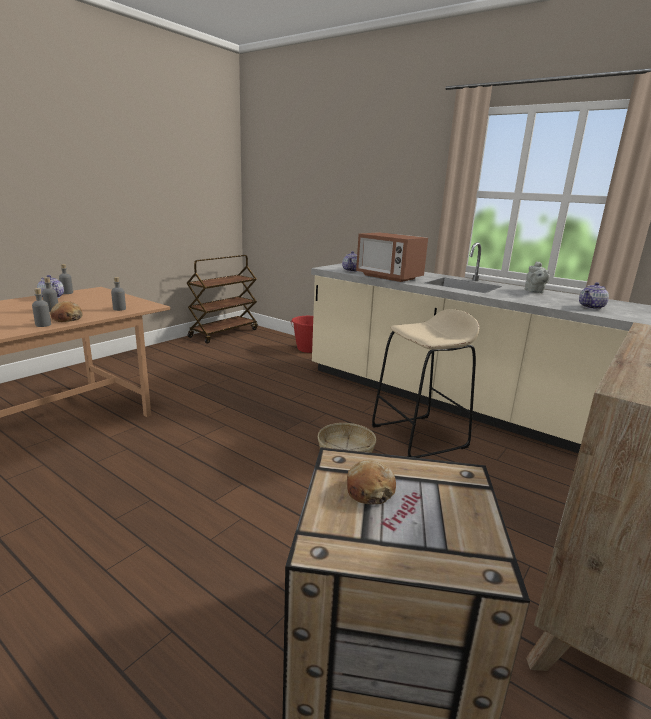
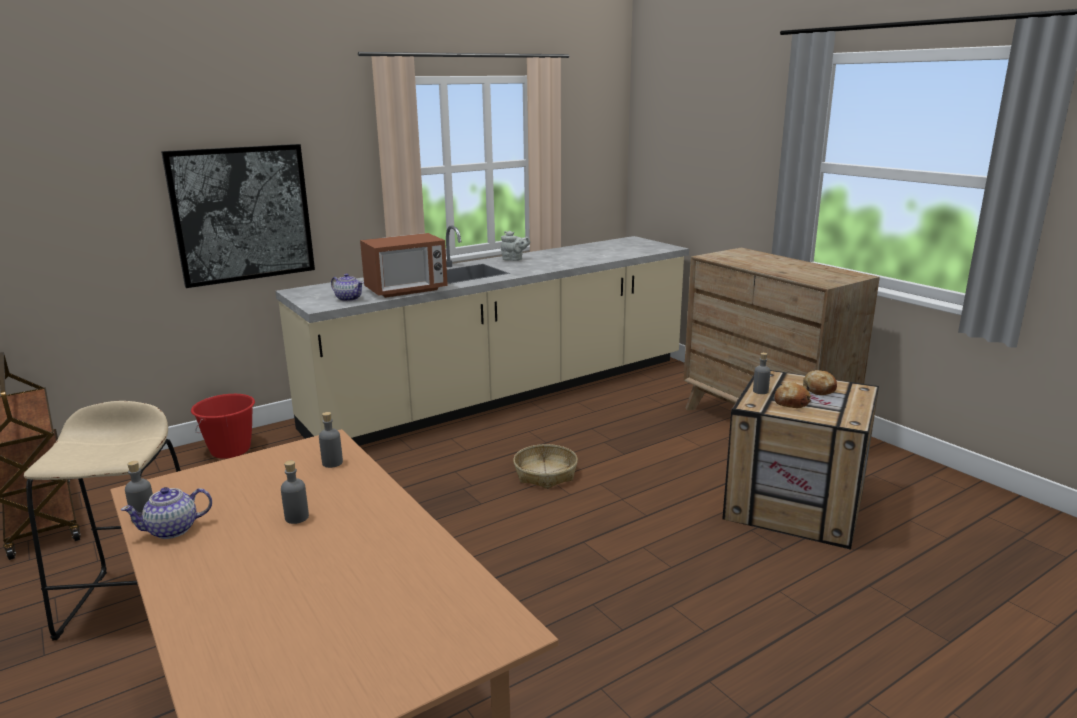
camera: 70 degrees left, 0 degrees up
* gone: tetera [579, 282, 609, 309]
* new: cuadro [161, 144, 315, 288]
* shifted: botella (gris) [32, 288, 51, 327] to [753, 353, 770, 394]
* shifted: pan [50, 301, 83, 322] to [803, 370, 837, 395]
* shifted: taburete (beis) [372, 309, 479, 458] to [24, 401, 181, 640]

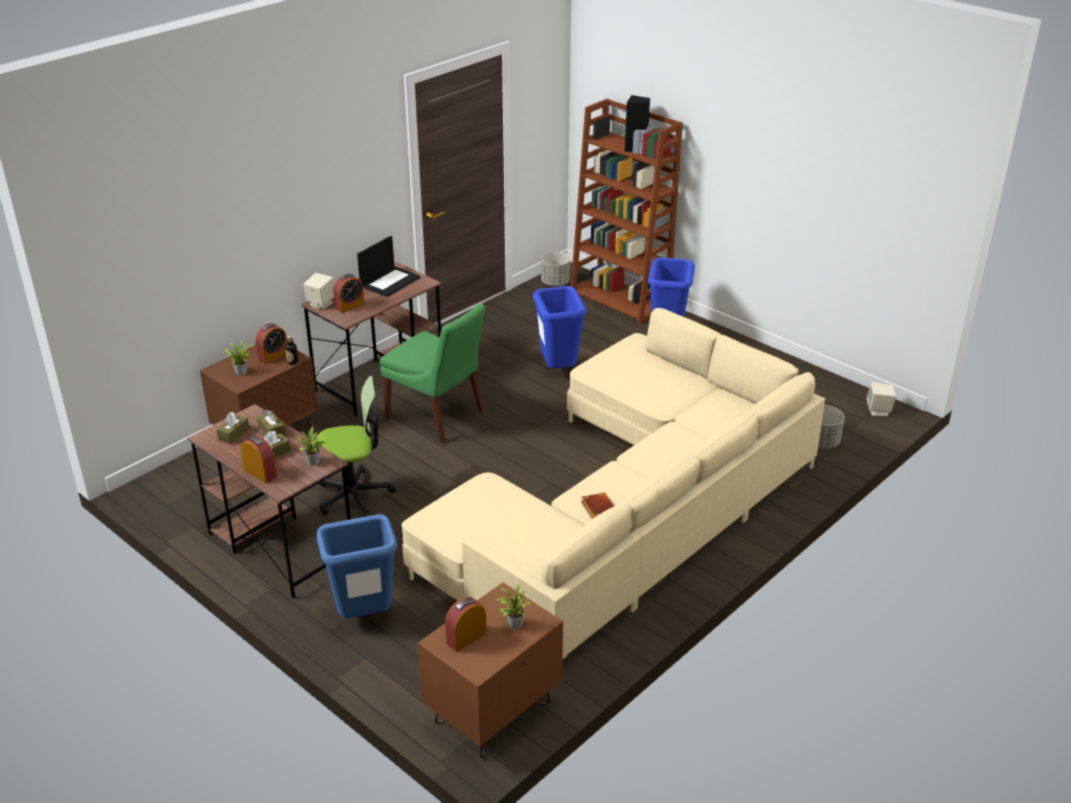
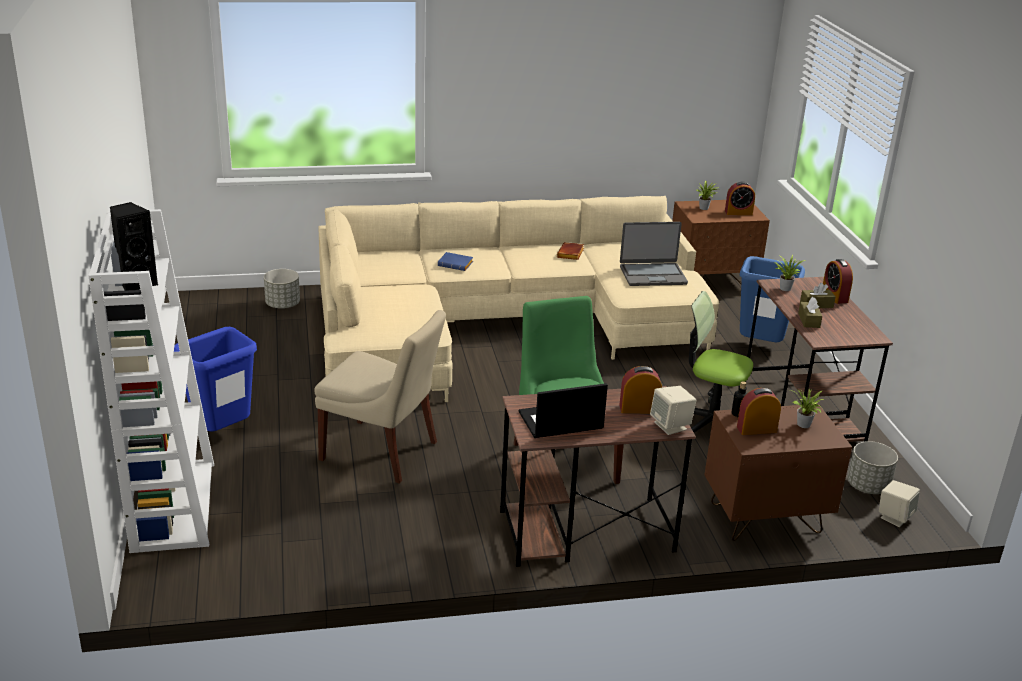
camera: 145 degrees left, 5 degrees down
* gone: caja de pañuelos (marrón) [216, 412, 250, 444]
* new: libro (azul) [438, 252, 473, 271]
* new: portátil [620, 222, 688, 286]
* shifted: maceta (gris) [541, 252, 571, 286] to [847, 441, 898, 494]
* shifted: altavoz (beis) [866, 382, 896, 416] to [879, 480, 920, 527]
* swapped: papelera (azul) [533, 286, 587, 369] to silla (beis) [314, 310, 446, 484]
* repainted: estantería (marrón) [571, 99, 683, 323] to estantería (blanco) [88, 209, 214, 553]

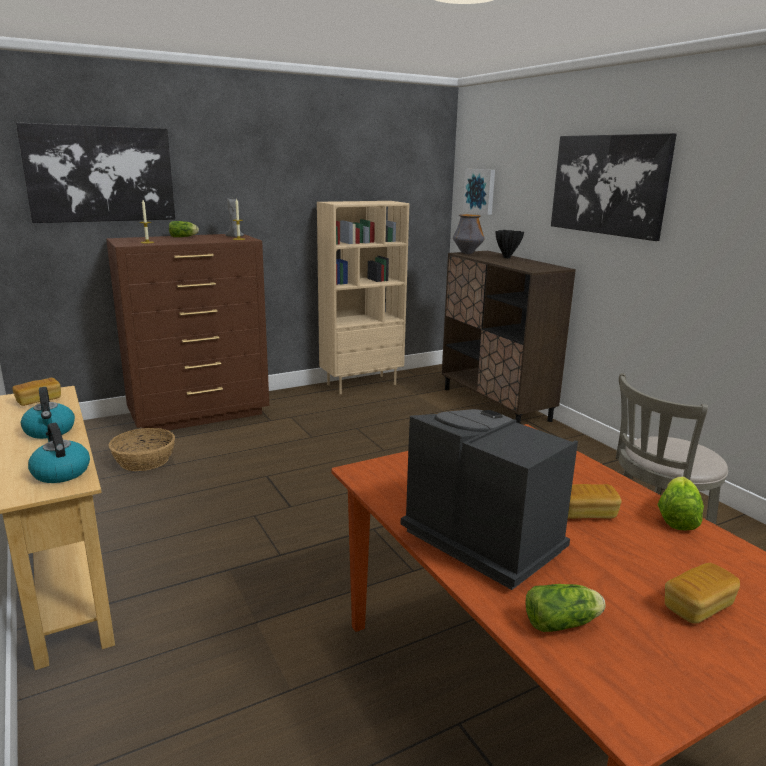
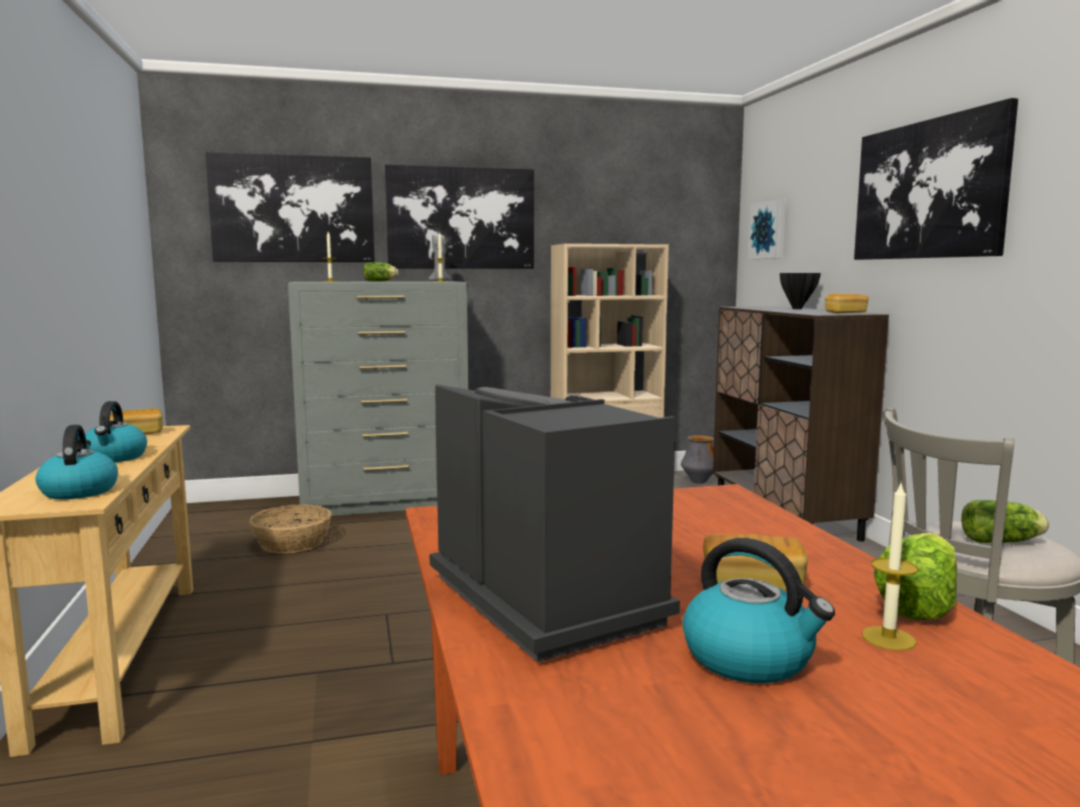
camera: 15 degrees right, 10 degrees down
* new: cuadro [385, 164, 534, 269]
* new: hervidor [683, 538, 835, 683]
* new: vela [862, 482, 919, 651]
* shifted: florero [453, 214, 484, 254] to [681, 435, 714, 484]
* shifted: lechuga [526, 584, 605, 632] to [961, 500, 1049, 543]
* shifted: pan [665, 563, 740, 624] to [825, 293, 868, 313]
* repainted: cómoda (marrón) [106, 234, 269, 433] to cómoda (gris) [288, 281, 469, 516]

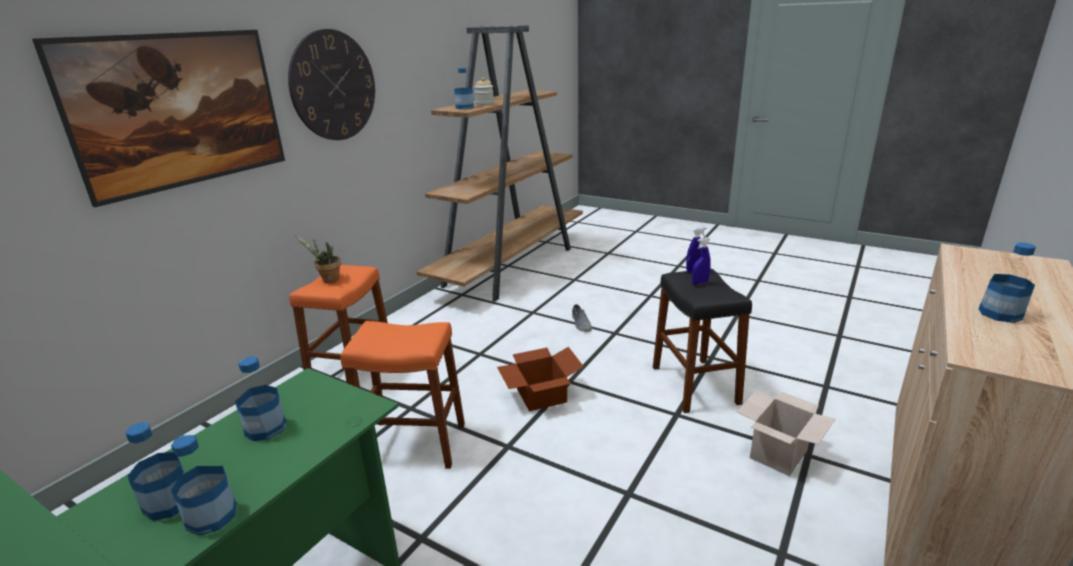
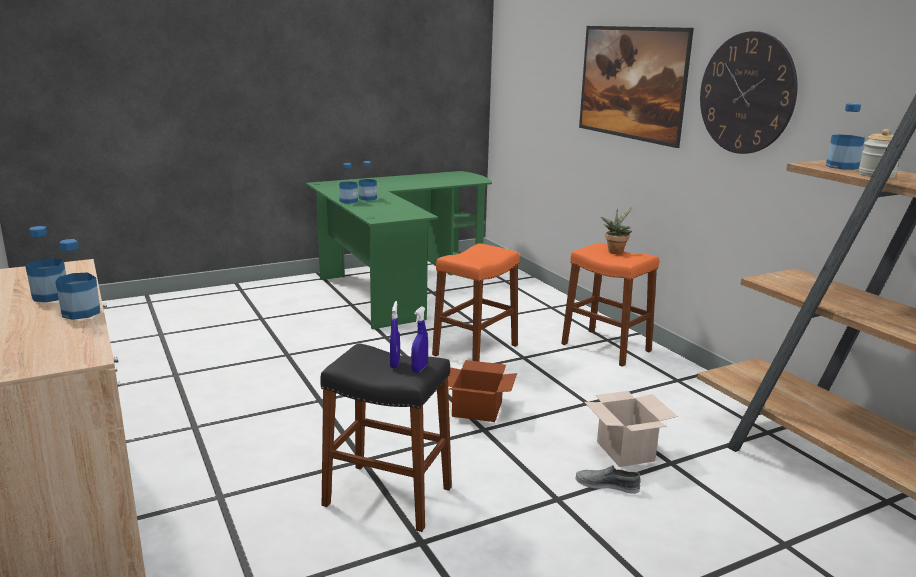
camera: 120 degrees right, 5 degrees down
* shifted: botella [235, 356, 286, 441] to [55, 239, 100, 320]
* shifted: caja de cartón [737, 390, 836, 476] to [584, 391, 678, 467]

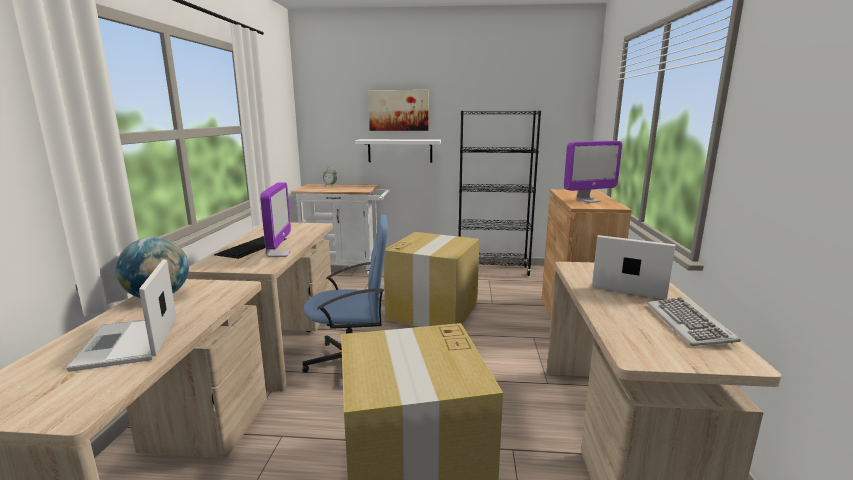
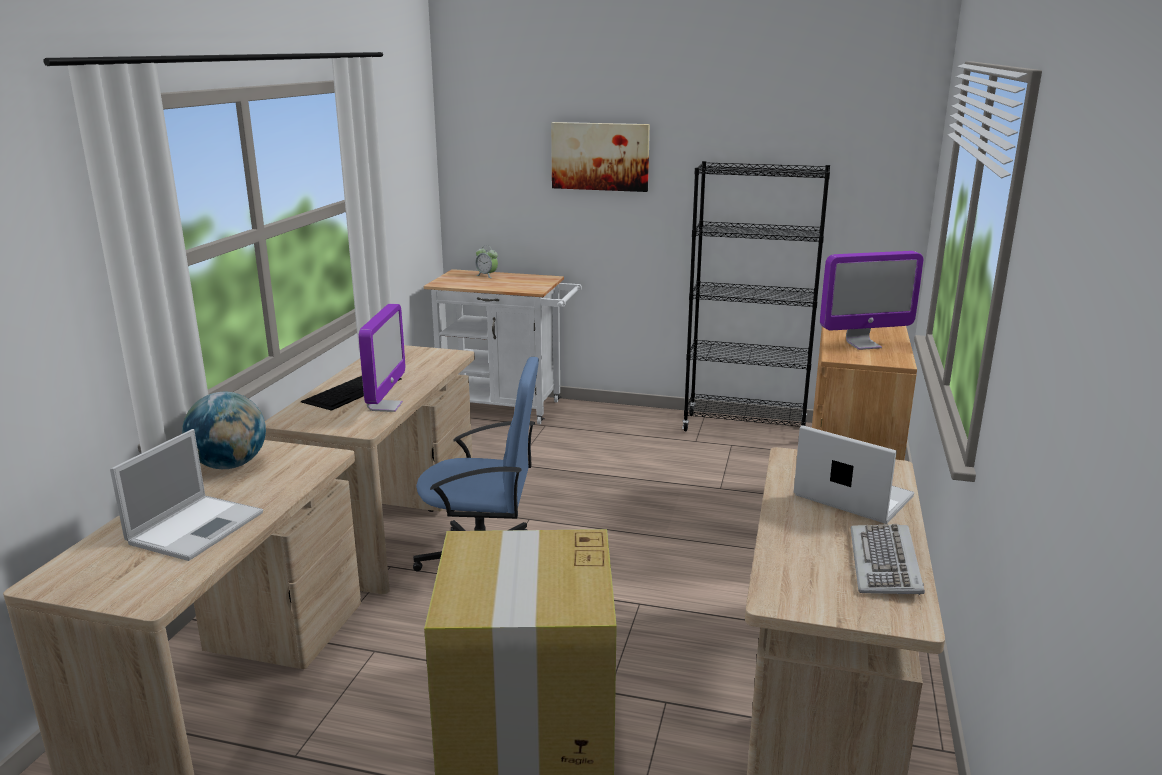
camera: 10 degrees right, 5 degrees up
* gone: estante (blanco) [355, 139, 441, 163]
* gone: caja de cartón [384, 232, 479, 327]
* rotated: portátil [66, 259, 176, 372] = [110, 429, 263, 561] 150 degrees counterclockwise

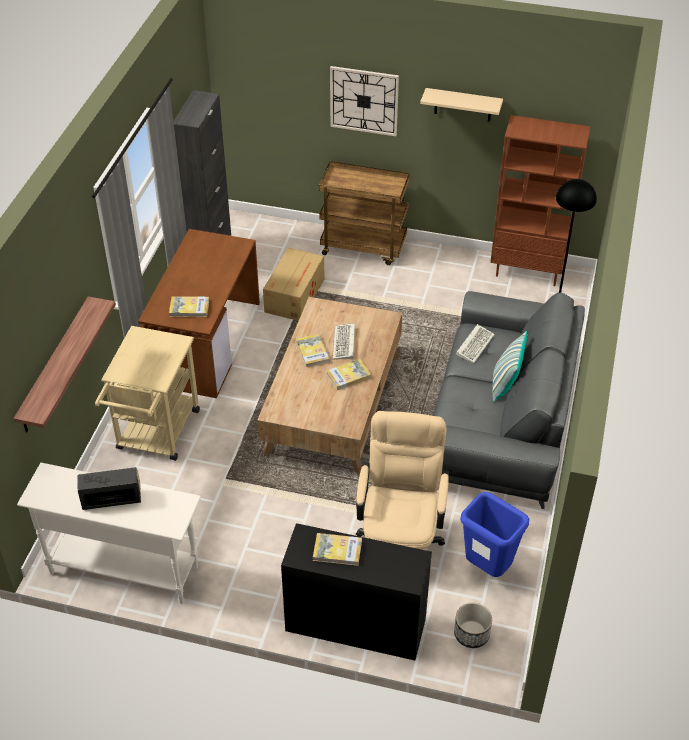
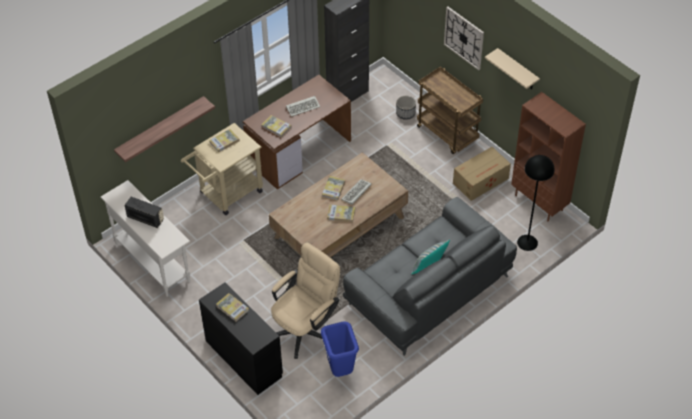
camera: 35 degrees right, 5 degrees up
* new: libro [209, 129, 240, 152]
* shifted: caja de cartón [263, 248, 325, 320] to [453, 147, 511, 201]
* shifted: maceta [454, 603, 492, 648] to [396, 96, 416, 120]
* shifted: teclado [456, 324, 495, 363] to [286, 96, 320, 117]

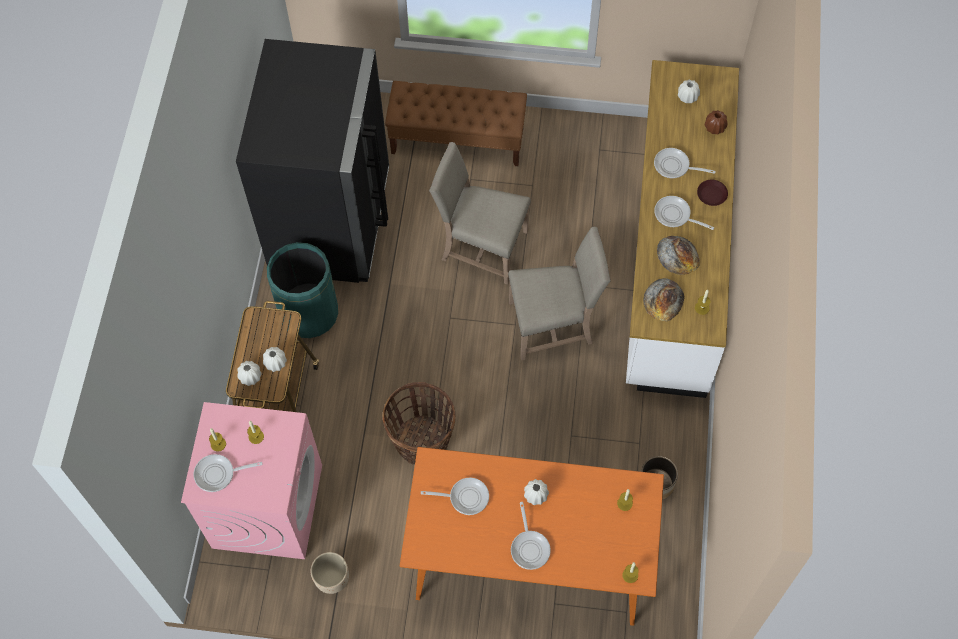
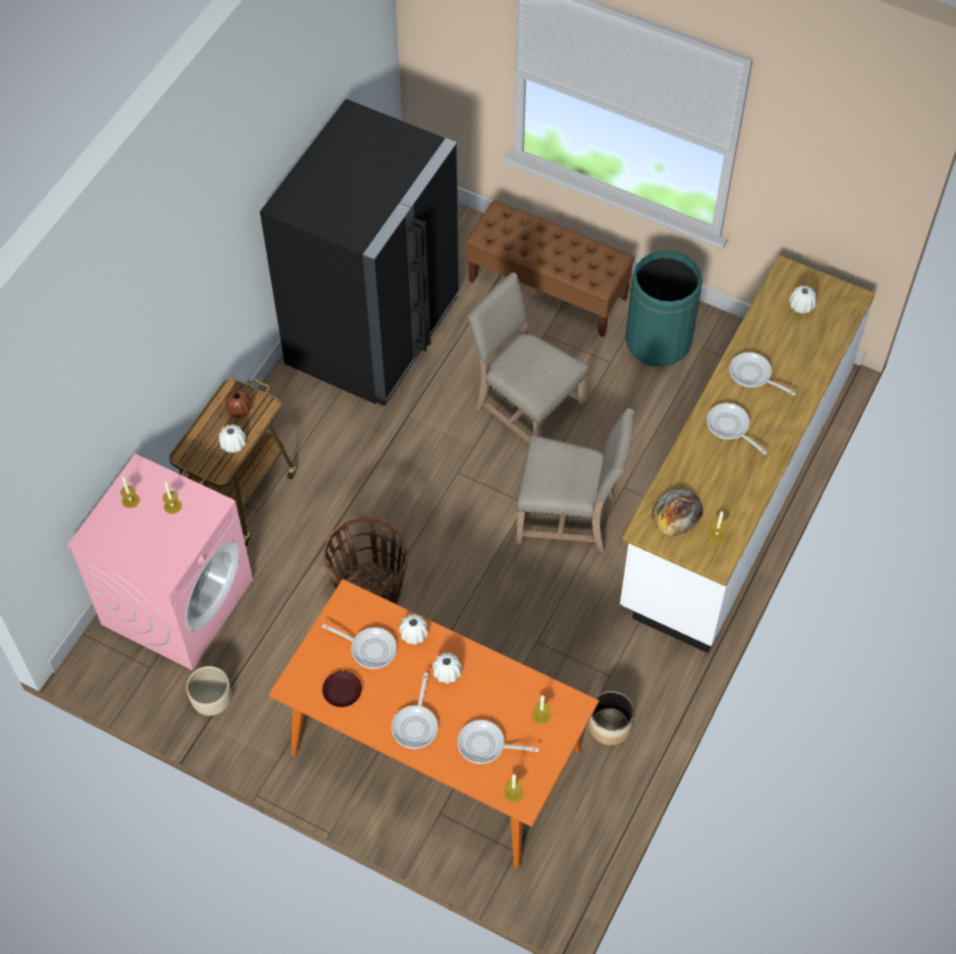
camera: 20 degrees right, 5 degrees down
* gone: pan [657, 236, 700, 275]
* shifted: sartén [194, 454, 263, 492] to [457, 720, 539, 764]
* shifted: florero (blanco) [237, 361, 262, 386] to [399, 614, 428, 645]
* shifted: papelera (verde) [267, 242, 338, 338] to [625, 251, 702, 367]
* shifted: plato (marrón) [697, 180, 728, 206] to [322, 671, 362, 707]
* shifted: florero (marrón) [705, 110, 727, 134] to [225, 389, 252, 418]

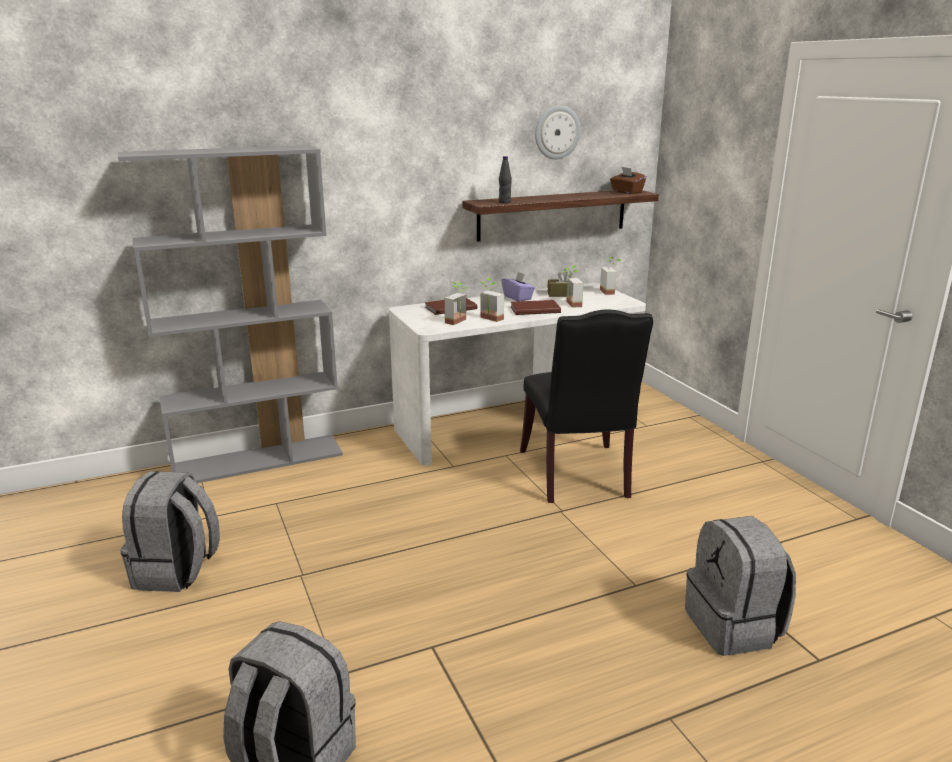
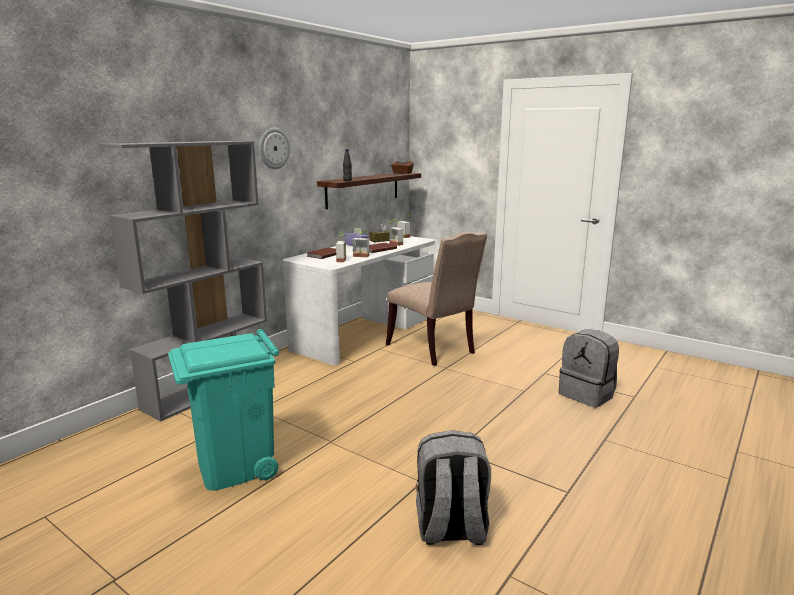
camera: 30 degrees left, 5 degrees down
* shifted: reloj de pared [535, 105, 581, 159] to [259, 128, 290, 169]
* swapped: mochila (gris) [120, 471, 220, 592] to papelera (turquesa) [168, 329, 279, 491]
* repainted: silla (negro) [520, 309, 653, 503] to silla (beis) [386, 232, 487, 366]

